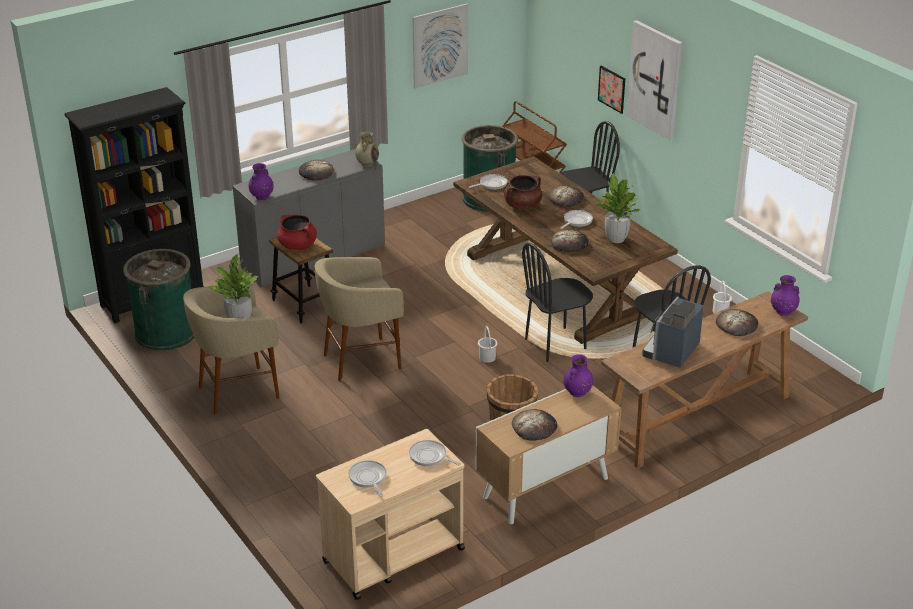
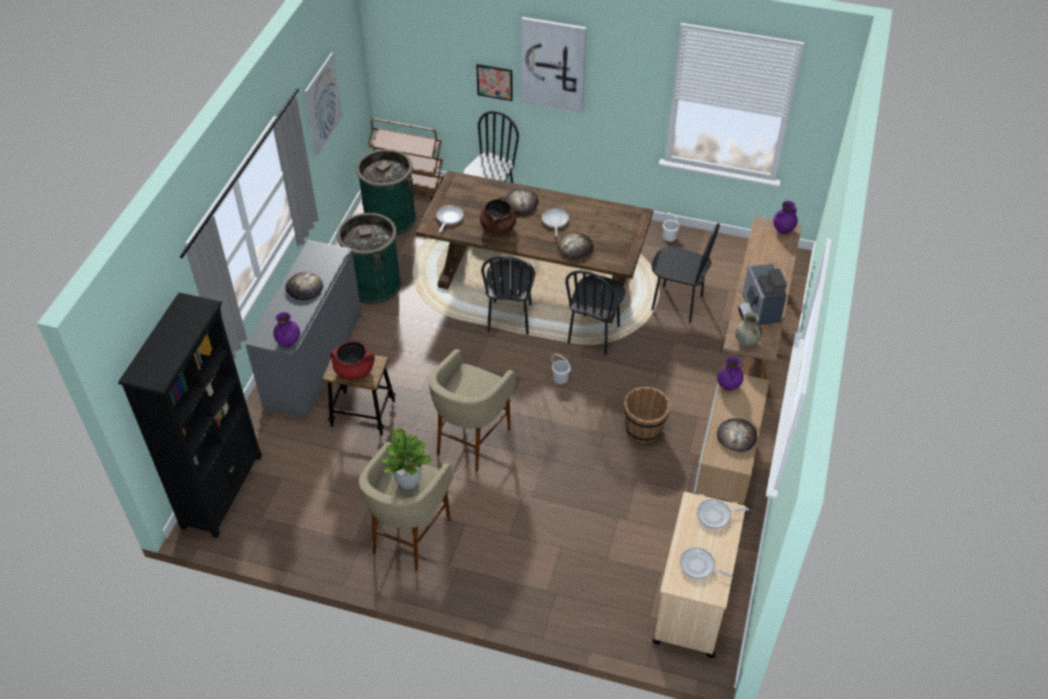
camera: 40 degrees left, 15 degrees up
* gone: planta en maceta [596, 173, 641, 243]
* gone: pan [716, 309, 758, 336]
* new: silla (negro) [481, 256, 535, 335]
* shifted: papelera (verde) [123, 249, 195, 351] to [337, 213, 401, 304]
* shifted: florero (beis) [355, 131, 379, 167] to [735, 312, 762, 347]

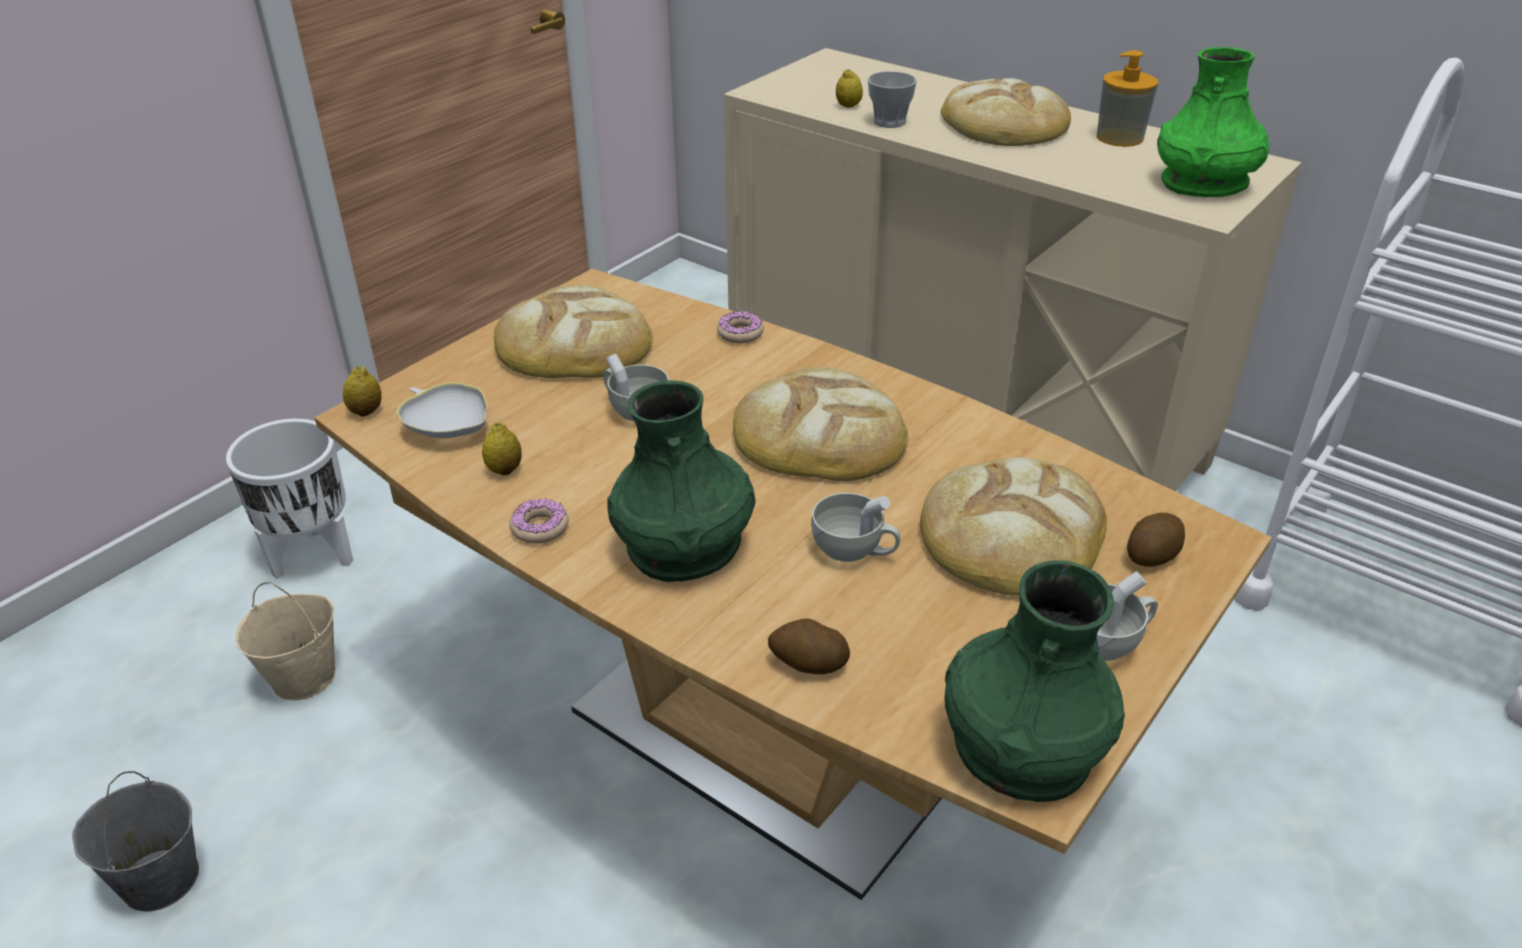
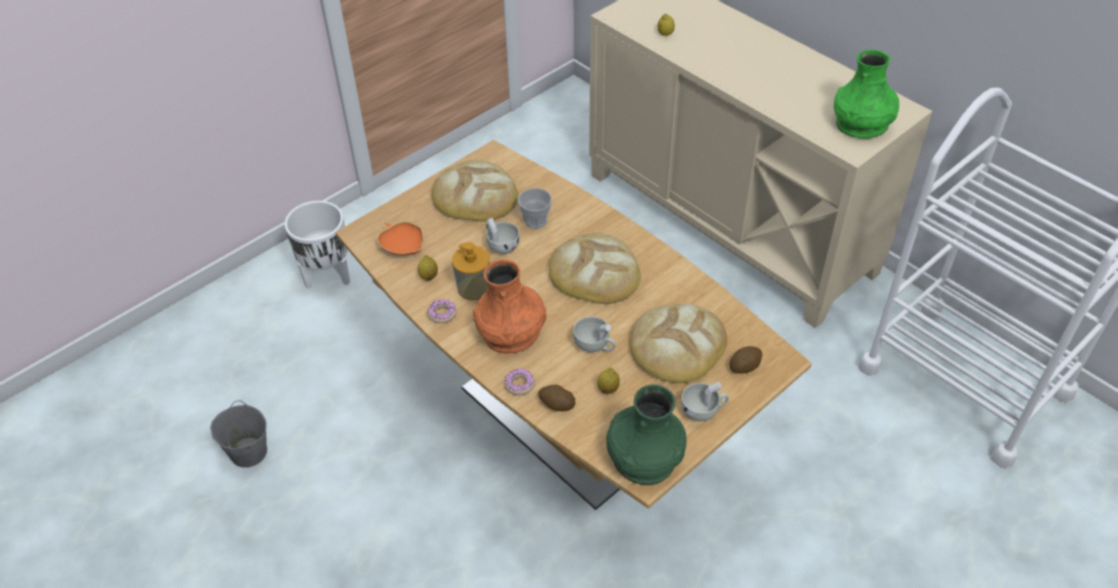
camera: 10 degrees right, 10 degrees up
* gone: cubo (beis) [235, 582, 336, 700]
* gone: pan [940, 78, 1071, 146]
* shifted: limón [343, 366, 382, 417] to [597, 367, 620, 394]
* shifted: rosquilla [717, 311, 764, 343] to [504, 368, 535, 395]
* shifted: taza [868, 71, 917, 128] to [518, 188, 552, 229]
* shifted: dispensador de jabón [1097, 50, 1158, 147] to [452, 242, 490, 300]
* repainted: cuenco (blanco) [397, 382, 488, 438] to cuenco (naranja) [377, 221, 423, 256]
* repainted: florero (verde) [607, 380, 755, 582] to florero (naranja) [473, 259, 546, 354]

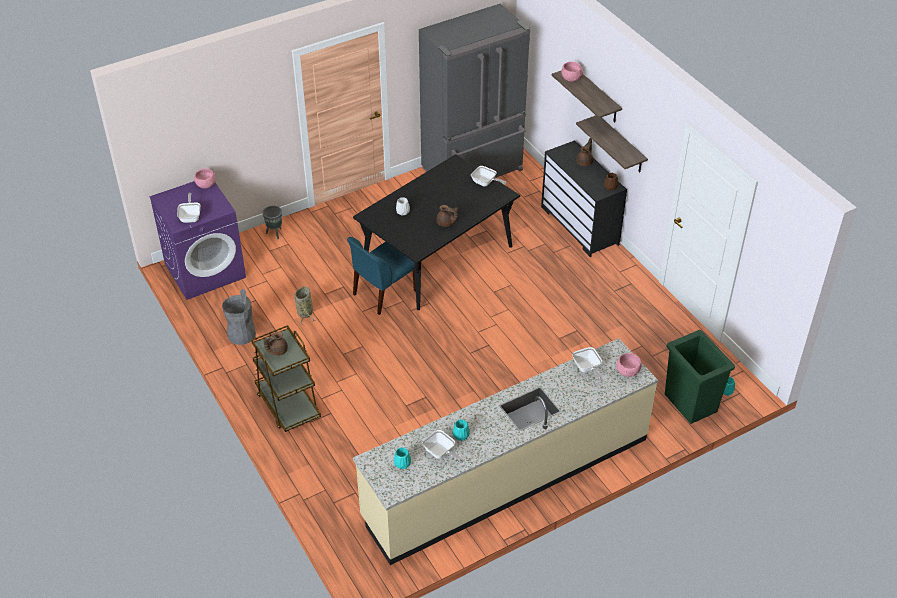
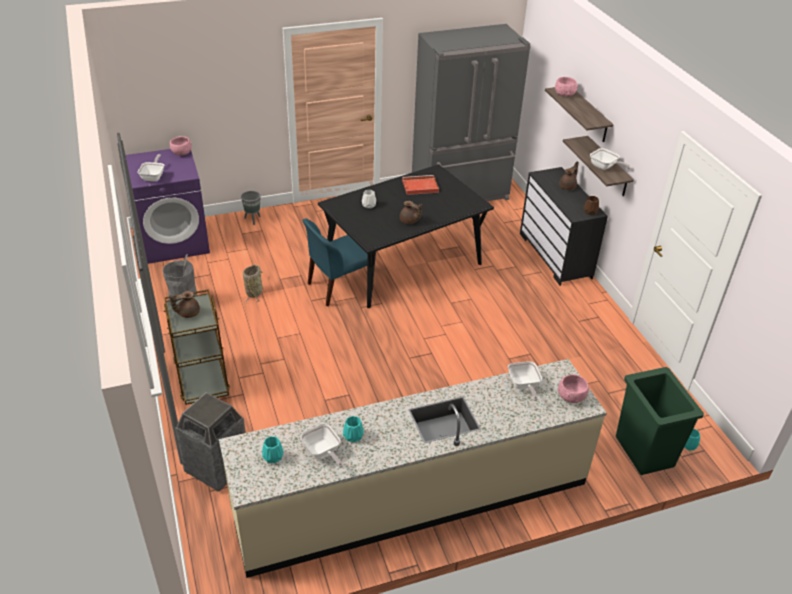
camera: 10 degrees right, 5 degrees down
* new: papelera [175, 392, 246, 492]
* new: bandeja (rojo) [402, 175, 439, 195]
* shifted: sartén [471, 166, 506, 187] to [590, 148, 630, 170]

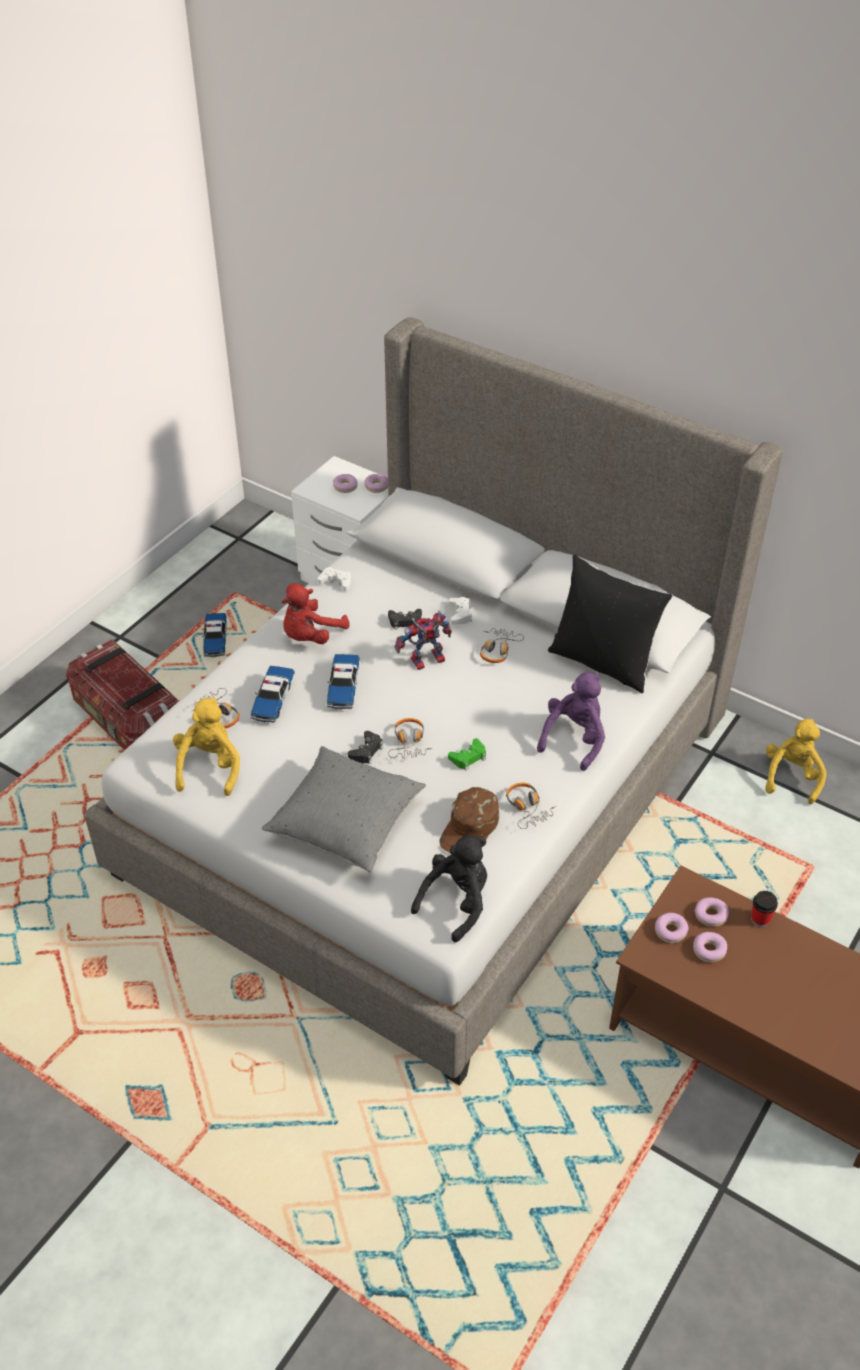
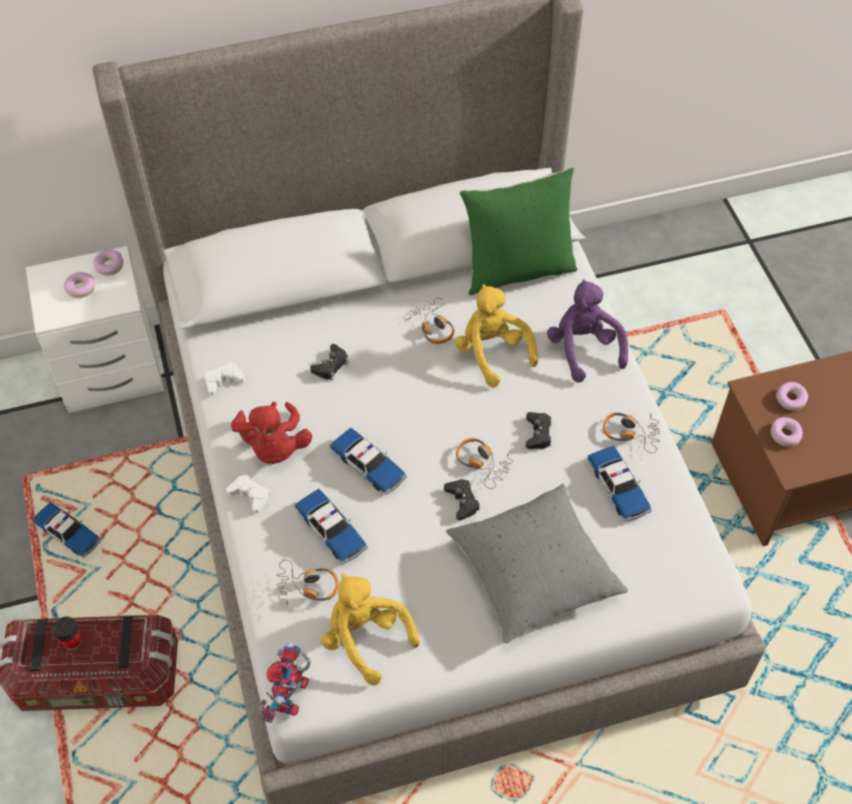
camera: 50 degrees left, 10 degrees up
* gone: peluche (negro) [411, 835, 487, 942]
* gone: rosquilla [693, 932, 727, 962]
* shifted: robot de juguete [394, 610, 452, 670] to [259, 641, 310, 723]
* shifted: mando de consola (blanco) [449, 597, 472, 624] to [226, 474, 269, 513]
* shifted: taza [751, 891, 778, 927] to [53, 617, 82, 650]
* shifted: peluche (amarillo) [765, 719, 826, 804] to [455, 284, 538, 387]
* swapped: gorra (marrón) [440, 787, 499, 852] to coche de juguete [587, 446, 652, 521]
* repainted: mando de consola (verde) [448, 738, 486, 771] to mando de consola (negro) [526, 412, 551, 449]
* repainted: cojín (negro) [548, 554, 673, 693] to cojín (verde) [460, 168, 577, 295]

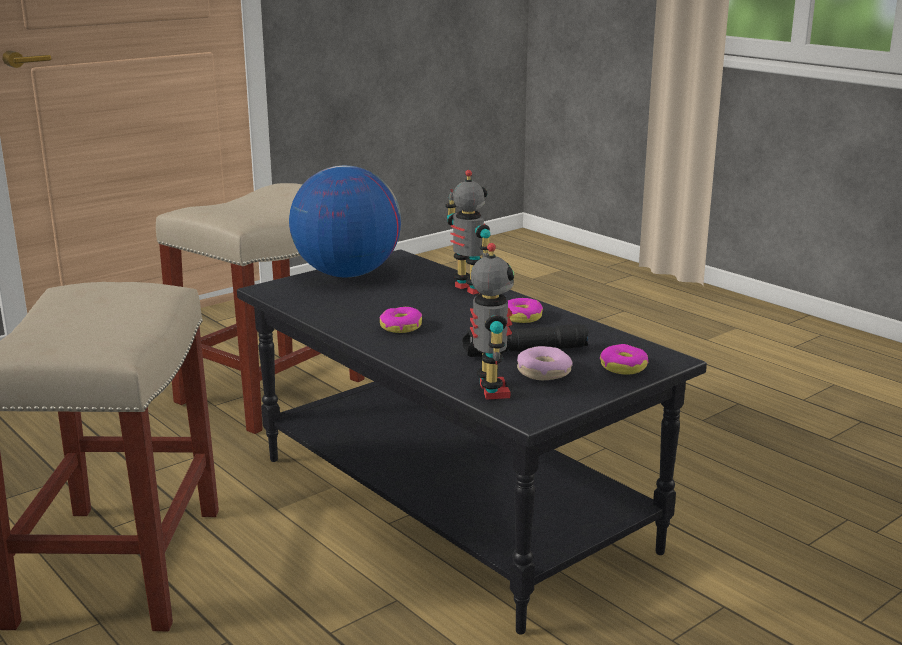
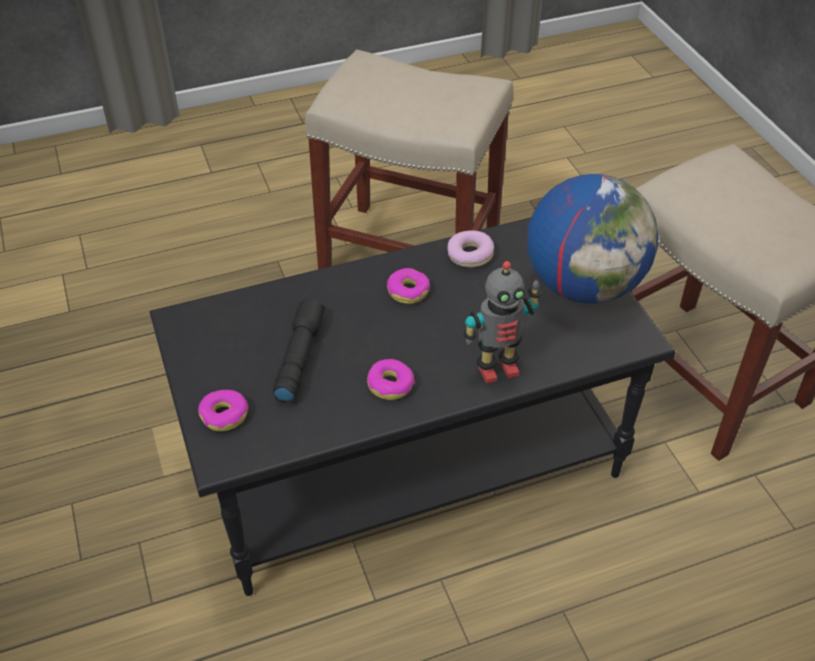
camera: 110 degrees right, 25 degrees up
* gone: robot de juguete [470, 243, 514, 400]
* shifted: rosquilla [517, 346, 573, 380] to [448, 230, 494, 267]

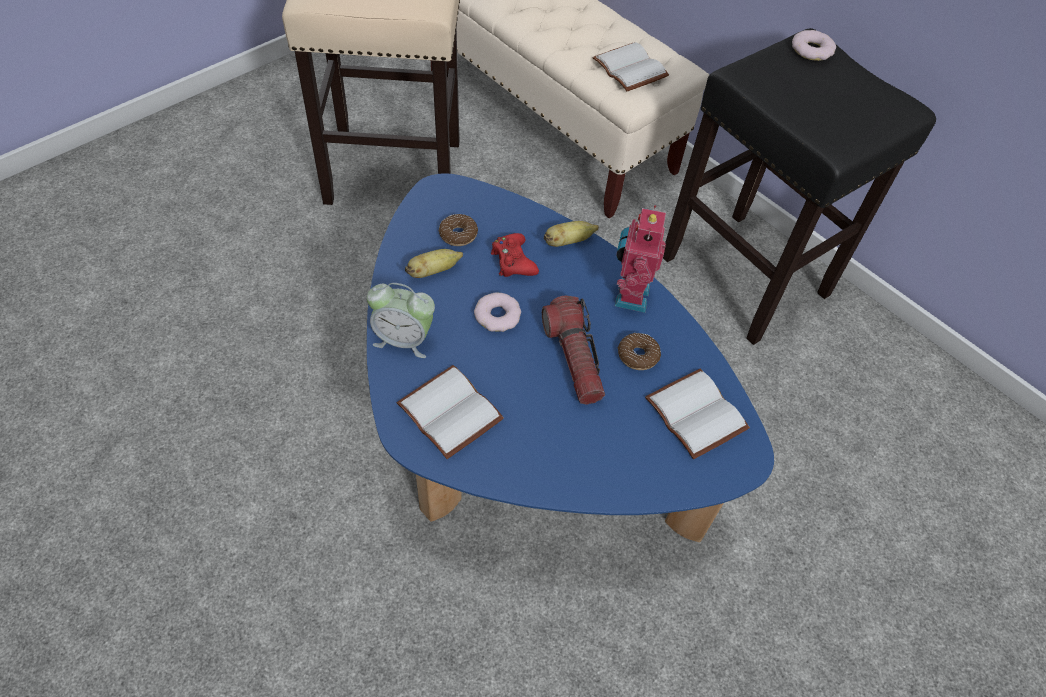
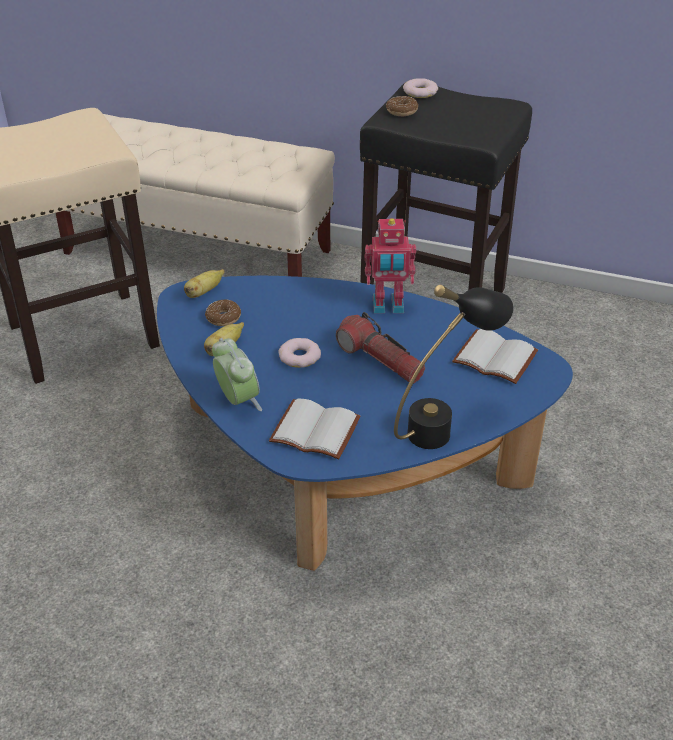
camera: 25 degrees left, 15 degrees down
* gone: mando de consola (rojo) [491, 233, 539, 277]
* gone: libro (blanco) [592, 42, 669, 91]
* new: lámpara de mesa (negro) [394, 285, 514, 449]
* shifted: plátano [544, 221, 599, 247] to [184, 269, 224, 298]
* shifted: rosquilla [618, 333, 661, 370] to [386, 96, 419, 116]
* rotated: despertador [367, 283, 435, 358] = [212, 338, 262, 411] 105 degrees counterclockwise
* rotated: robot de juguete [615, 205, 666, 313] = [364, 218, 416, 314] 75 degrees counterclockwise

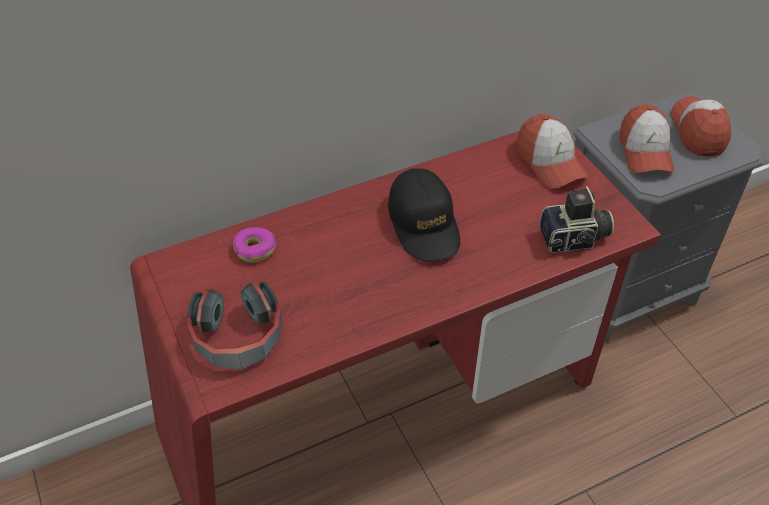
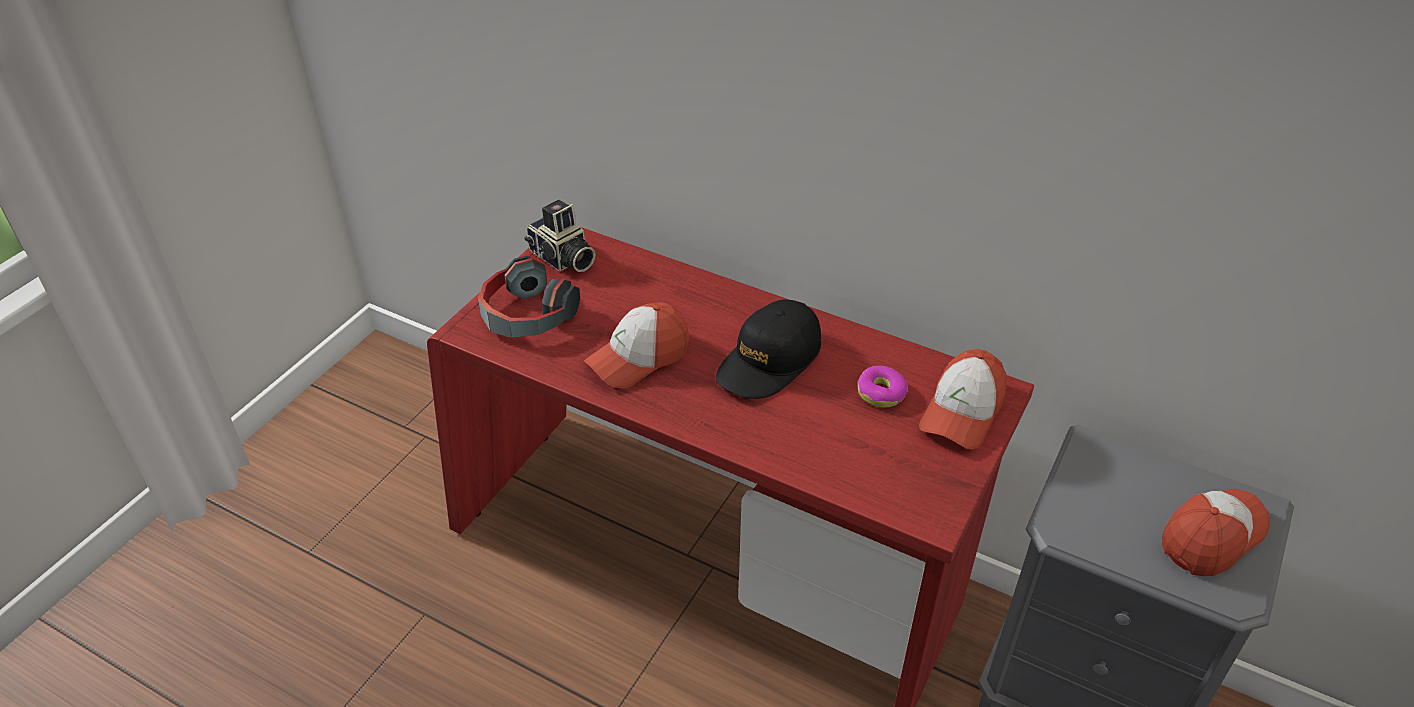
camera: 55 degrees right, 5 degrees down
* shifted: rosquilla [233, 227, 276, 262] to [857, 366, 908, 408]
* shifted: cámara [539, 186, 614, 253] to [524, 200, 596, 272]
* shifted: gorra [619, 104, 674, 173] to [584, 302, 689, 389]

